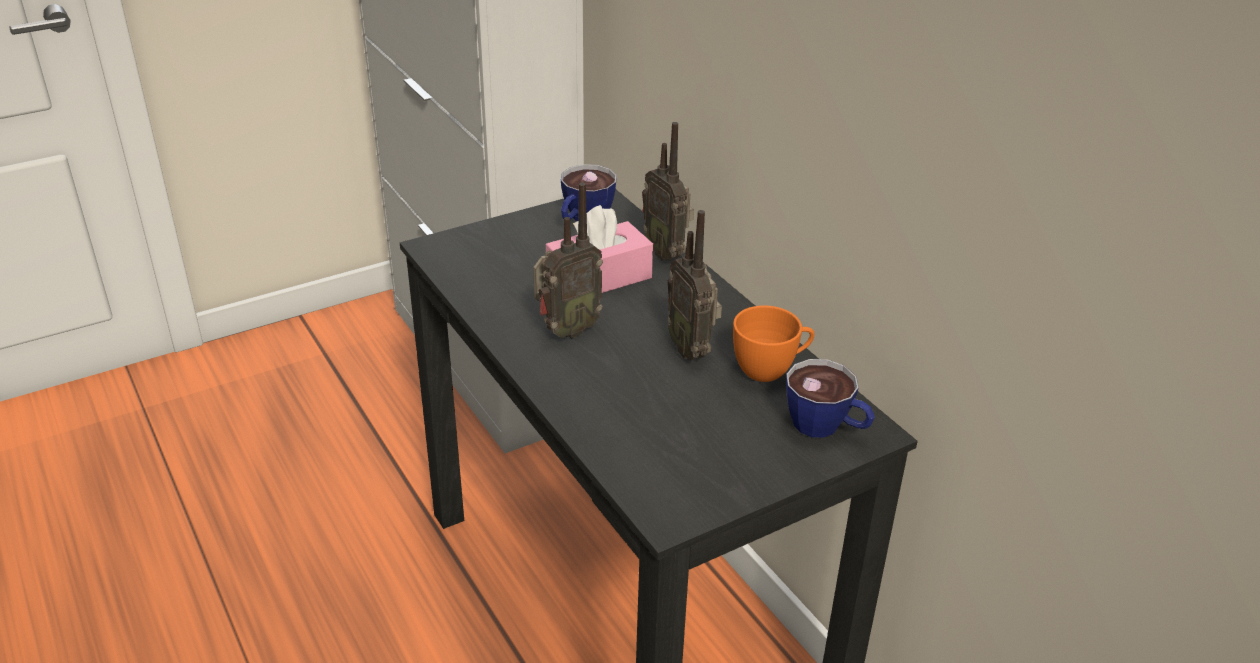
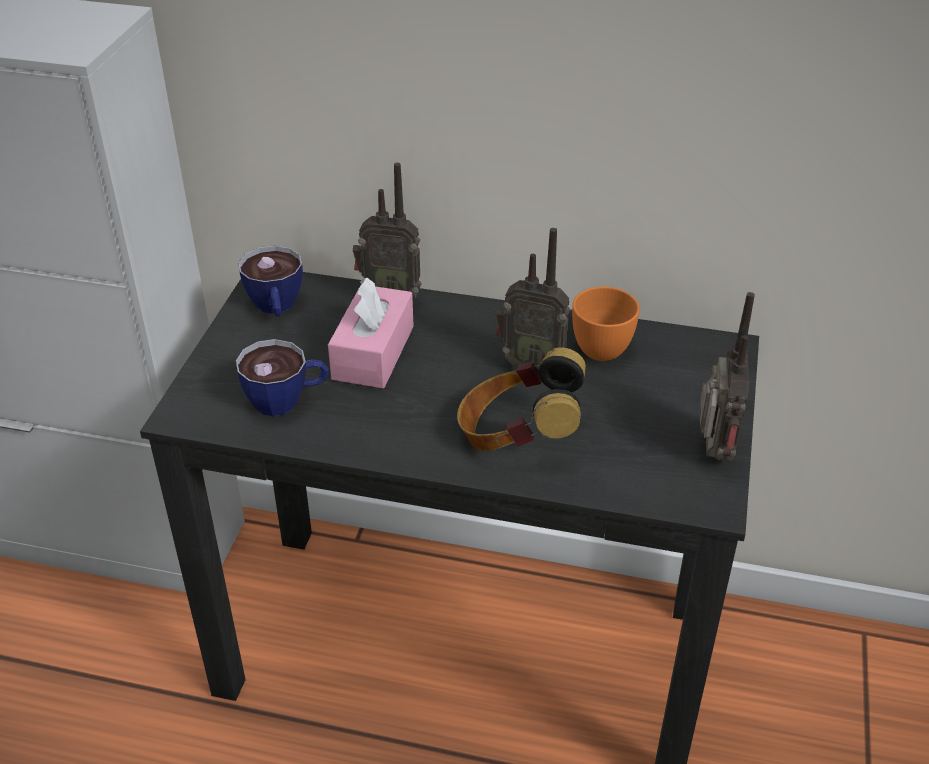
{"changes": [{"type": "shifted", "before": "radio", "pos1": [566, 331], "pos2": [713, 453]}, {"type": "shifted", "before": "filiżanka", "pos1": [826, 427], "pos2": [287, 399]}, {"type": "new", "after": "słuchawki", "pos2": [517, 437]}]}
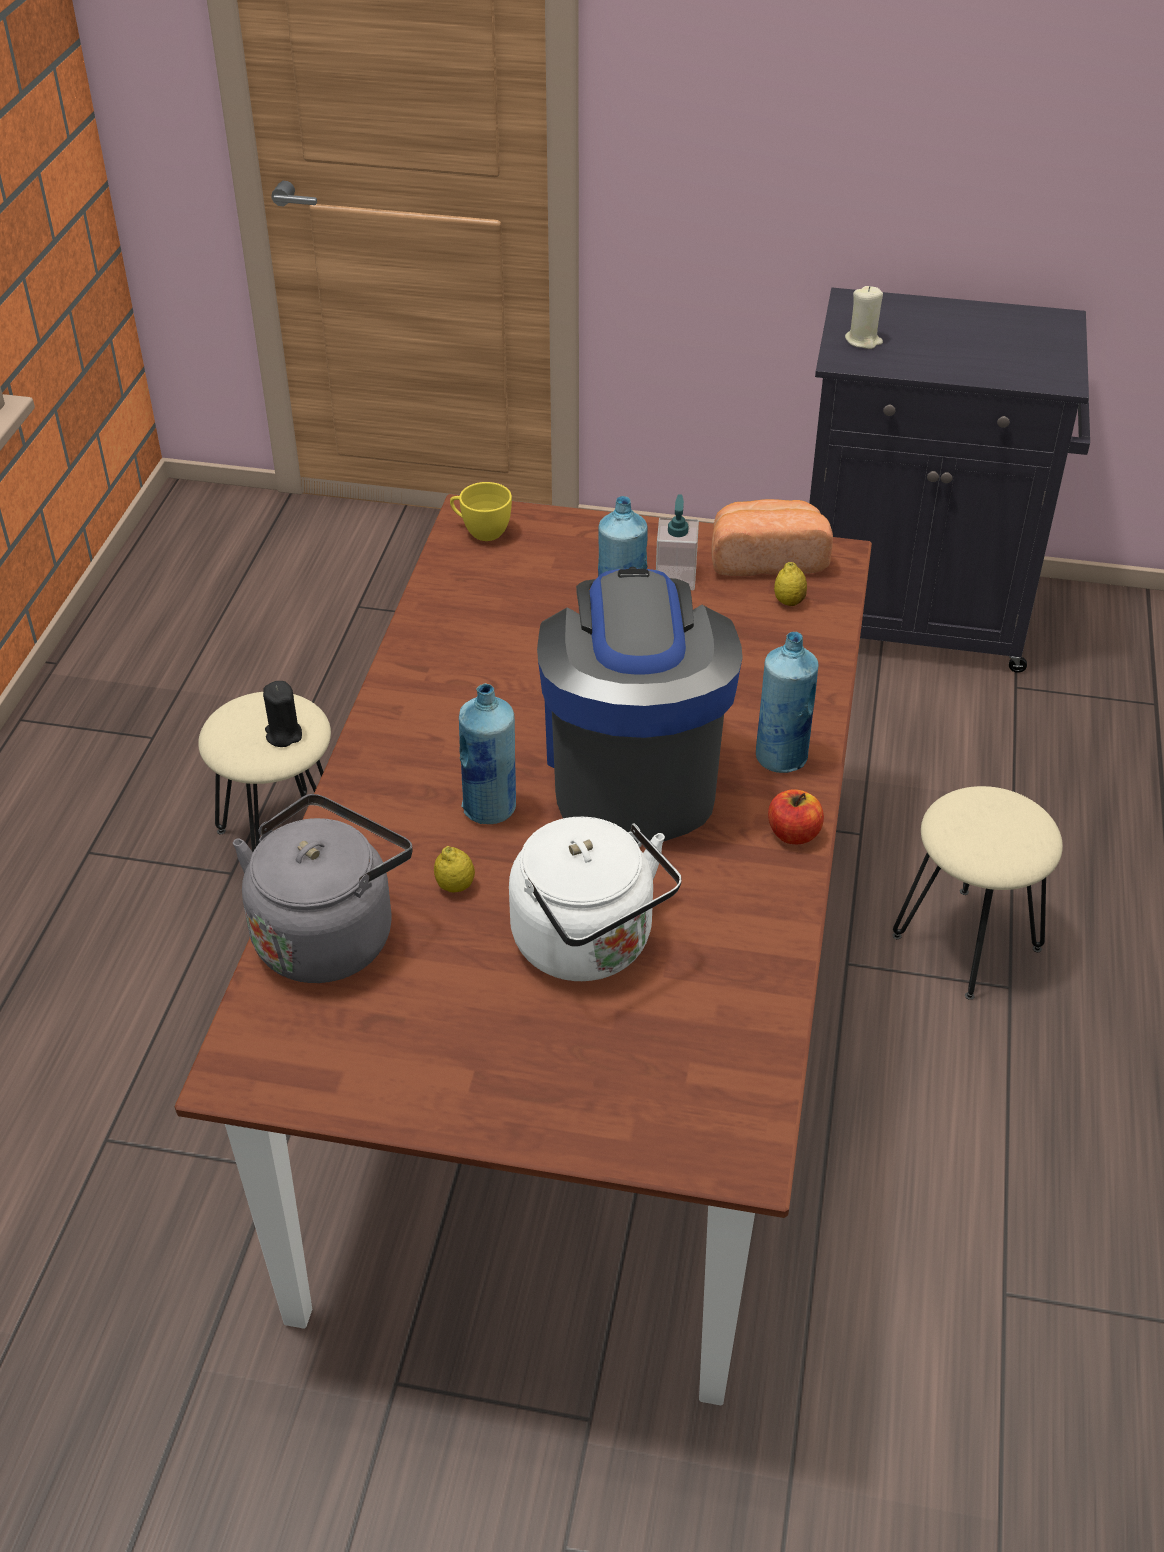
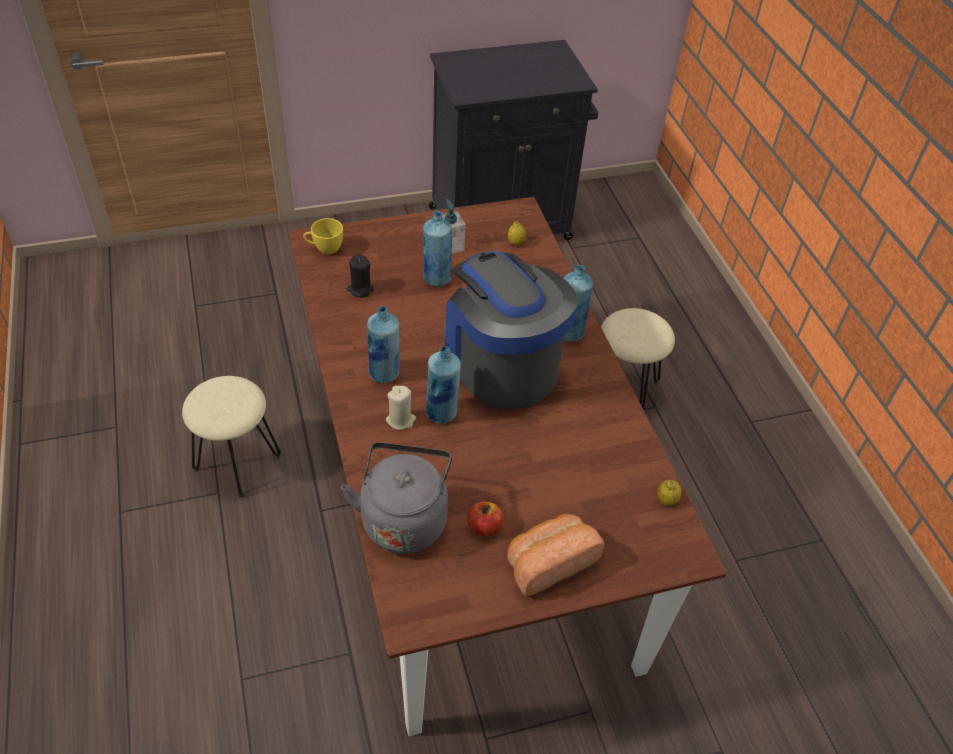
{"changes": [{"type": "shifted", "before": "świeca (beżowy)", "pos1": [863, 341], "pos2": [401, 420]}, {"type": "shifted", "before": "chleb", "pos1": [766, 559], "pos2": [548, 562]}, {"type": "shifted", "before": "świeca (czarny)", "pos1": [283, 735], "pos2": [360, 289]}, {"type": "shifted", "before": "jabłko", "pos1": [793, 834], "pos2": [484, 527]}, {"type": "gone", "before": "czajnik (biały)", "pos1": [589, 945]}, {"type": "shifted", "before": "cytryna", "pos1": [455, 886], "pos2": [666, 500]}, {"type": "new", "after": "butelka (niebieski)", "pos2": [384, 373]}]}
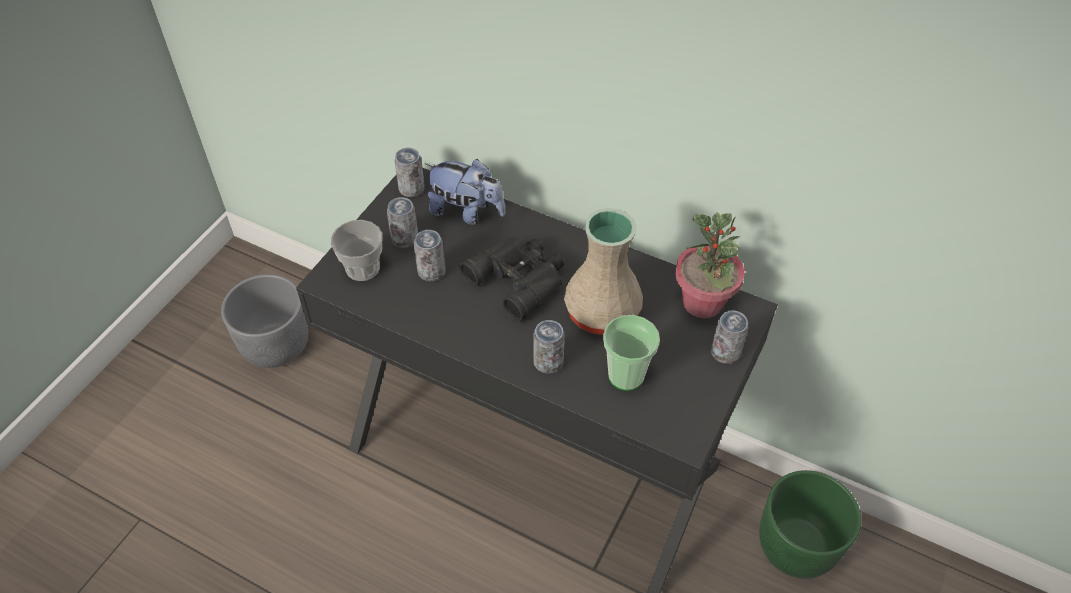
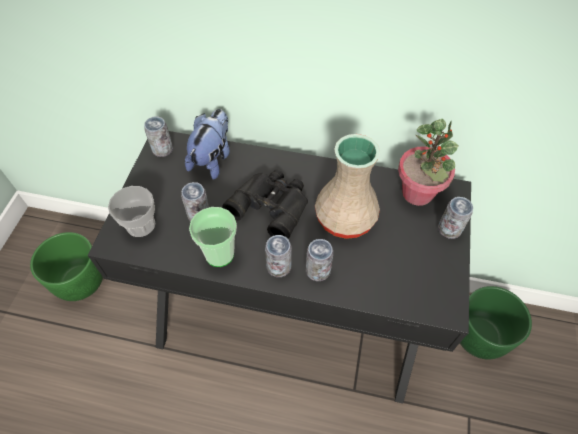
{"changes": [{"type": "rotated", "before": "pluszak", "pos1": [467, 212], "pos2": [212, 159], "turn": -75}, {"type": "shifted", "before": "puszka", "pos1": [405, 239], "pos2": [279, 266]}, {"type": "repainted", "before": "donica (szary)", "after": "donica (zielony)", "pos1": [276, 344], "pos2": [80, 280]}, {"type": "shifted", "before": "filiżanka", "pos1": [626, 375], "pos2": [219, 254]}]}
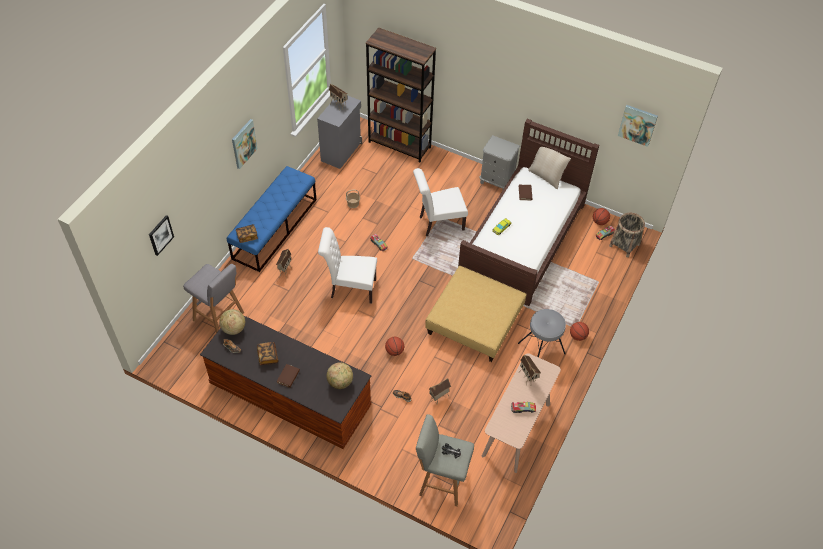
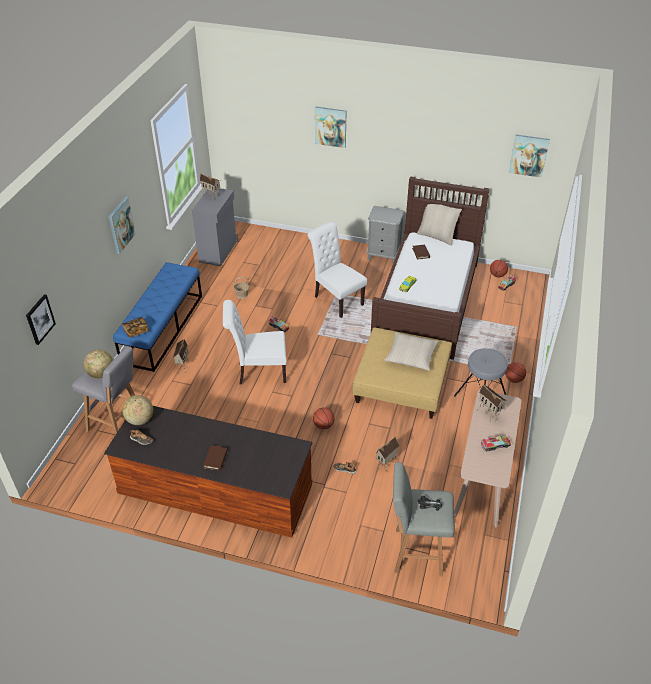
{"changes": [{"type": "gone", "before": "regał (brązowy)", "pos1": [399, 144]}, {"type": "rotated", "before": "krzesło (biały)", "pos1": [438, 223], "pos2": [336, 299], "turn": 75}, {"type": "gone", "before": "koszyk", "pos1": [624, 245]}, {"type": "gone", "before": "książka", "pos1": [268, 356]}, {"type": "shifted", "before": "globus", "pos1": [340, 382], "pos2": [101, 374]}, {"type": "new", "after": "obraz", "pos2": [330, 126]}, {"type": "new", "after": "poduszka (beżowy)", "pos2": [411, 356]}]}
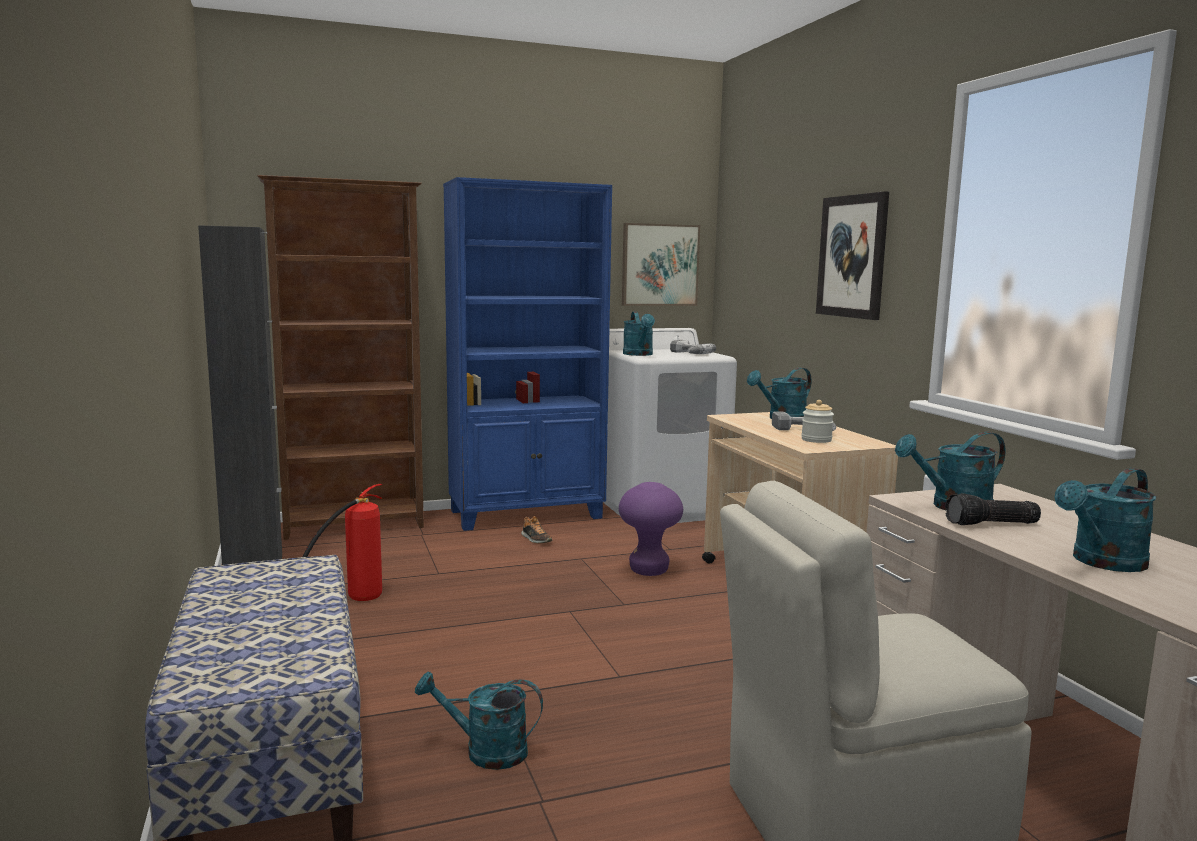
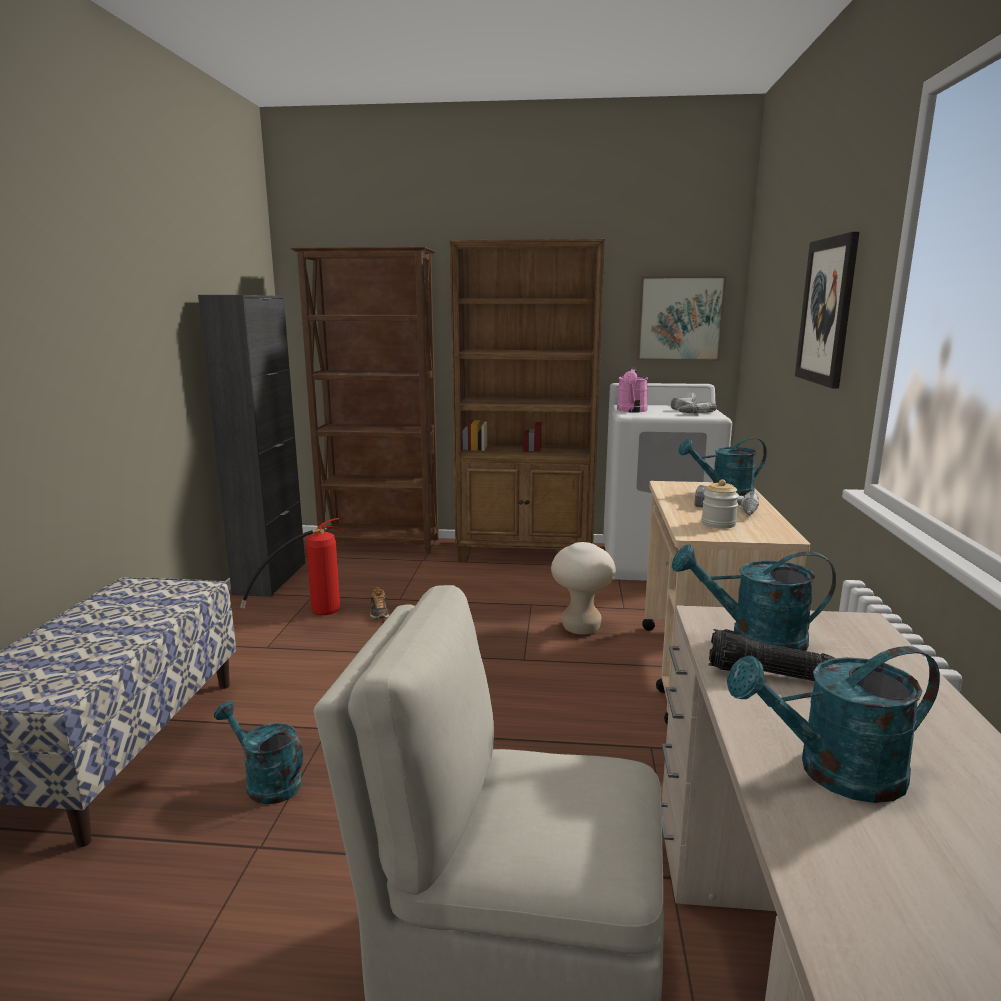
{"changes": [{"type": "repainted", "before": "regał (niebieski)", "after": "regał (brązowy)", "pos1": [527, 514], "pos2": [526, 553]}, {"type": "repainted", "before": "konewka (turkusowy)", "after": "konewka (różowy)", "pos1": [639, 354], "pos2": [631, 411]}, {"type": "repainted", "before": "stołek (fioletowy)", "after": "stołek (beżowy)", "pos1": [649, 571], "pos2": [581, 628]}, {"type": "shifted", "before": "but", "pos1": [535, 539], "pos2": [379, 612]}]}
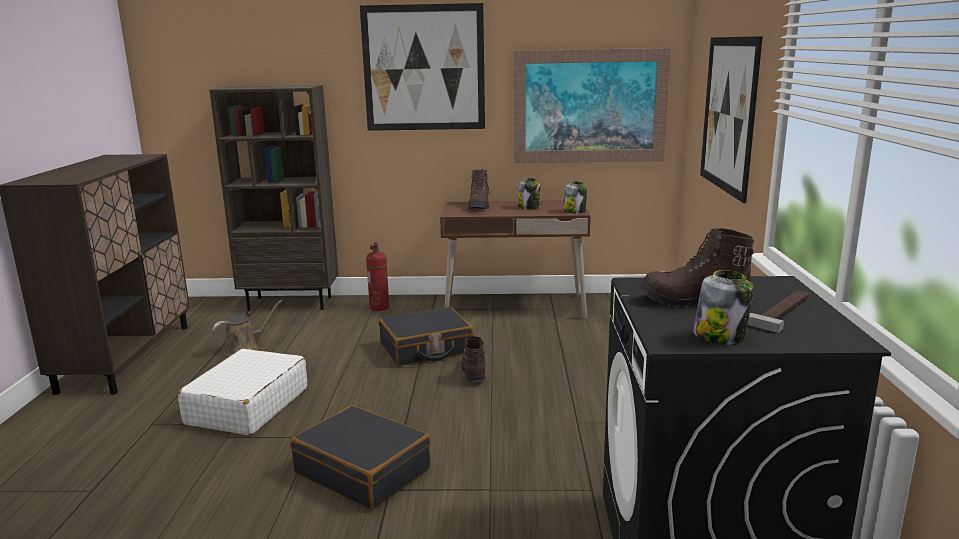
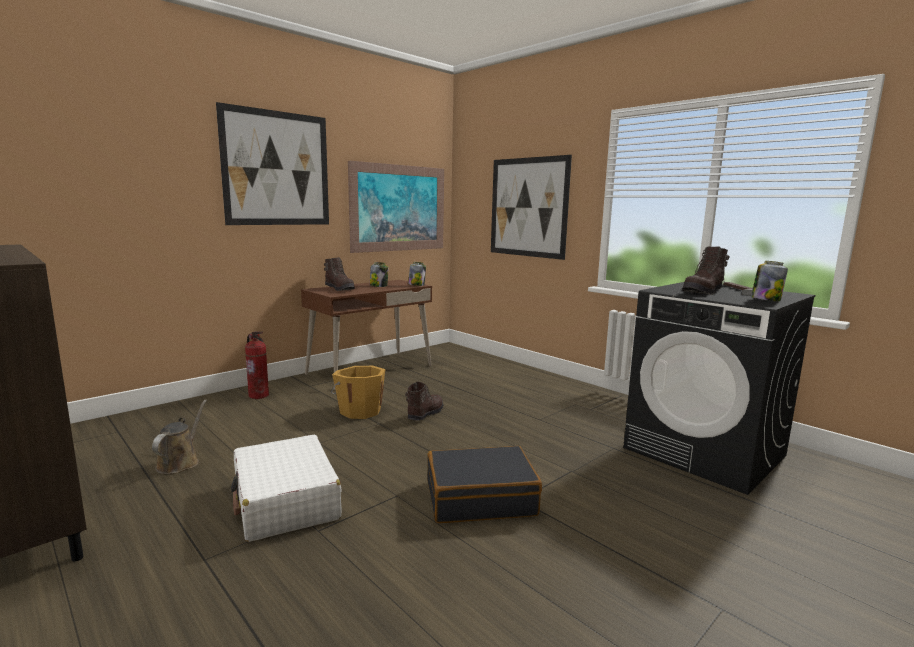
{"changes": [{"type": "gone", "before": "regał (brązowy)", "pos1": [291, 303]}, {"type": "swapped", "before": "walizka (czarny)", "after": "wiadro (pomarańczowy)", "pos1": [426, 349], "pos2": [360, 411]}, {"type": "rotated", "before": "but z cholewką (brązowy)", "pos1": [473, 372], "pos2": [424, 414], "turn": 75}]}
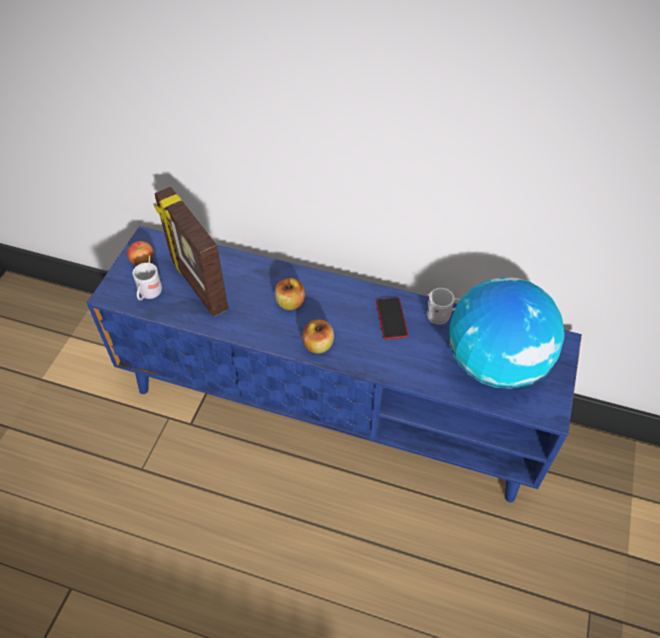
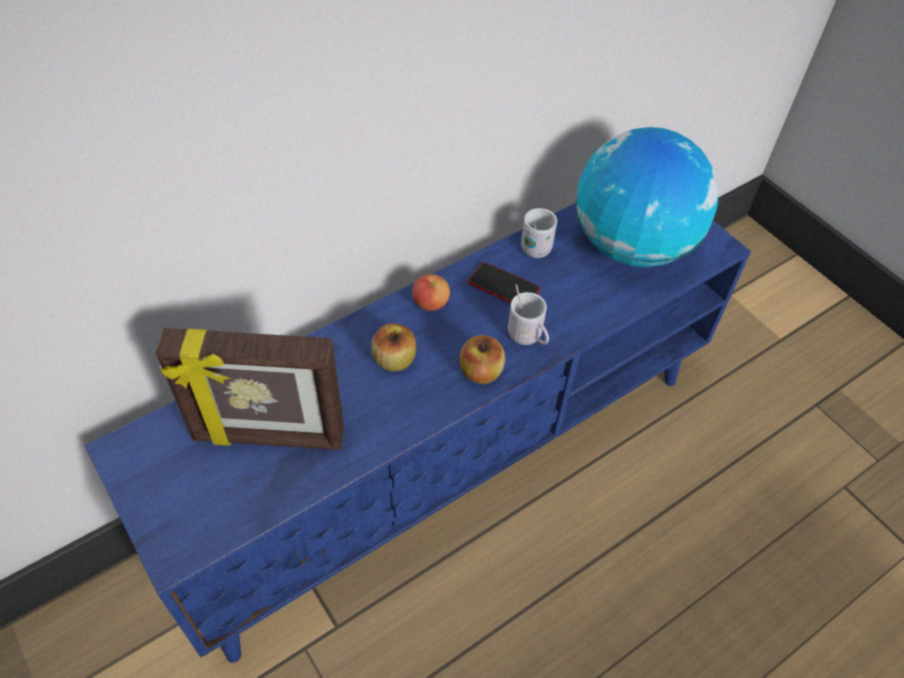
{"changes": [{"type": "shifted", "before": "jabłko", "pos1": [142, 261], "pos2": [430, 303]}, {"type": "shifted", "before": "kubek (biały)", "pos1": [149, 294], "pos2": [527, 338]}]}
